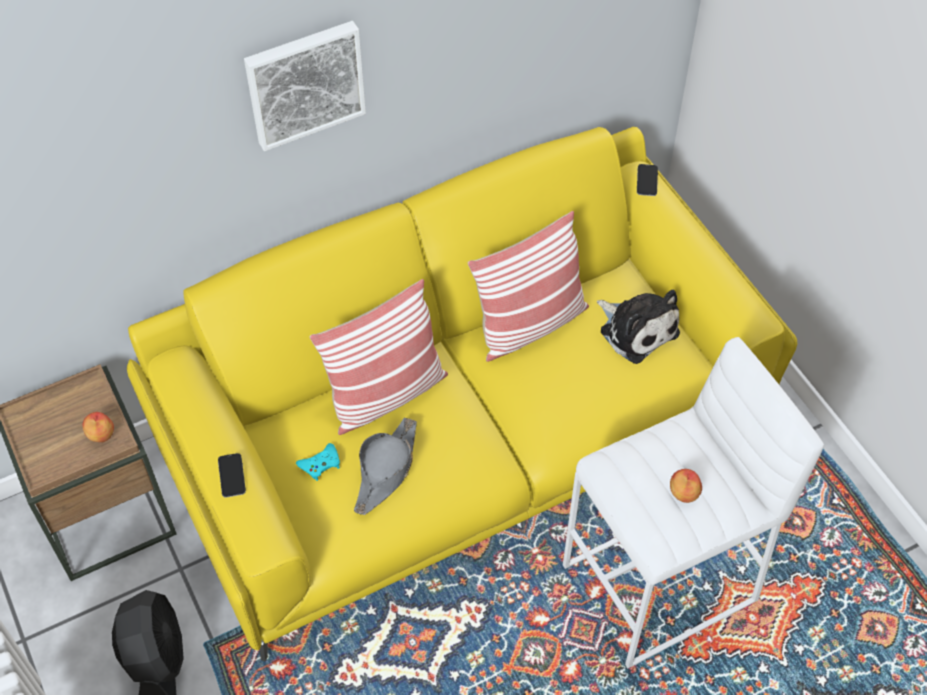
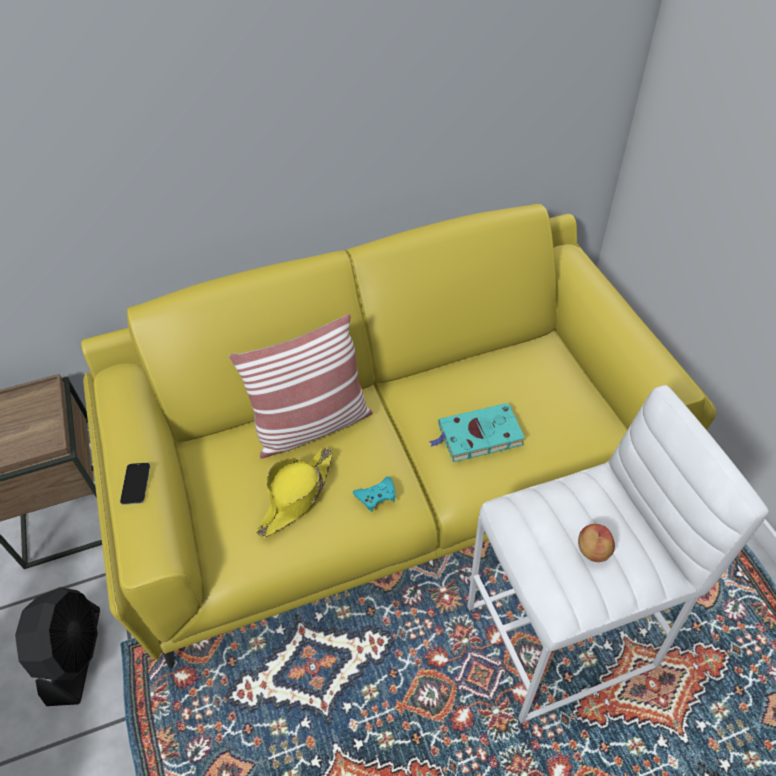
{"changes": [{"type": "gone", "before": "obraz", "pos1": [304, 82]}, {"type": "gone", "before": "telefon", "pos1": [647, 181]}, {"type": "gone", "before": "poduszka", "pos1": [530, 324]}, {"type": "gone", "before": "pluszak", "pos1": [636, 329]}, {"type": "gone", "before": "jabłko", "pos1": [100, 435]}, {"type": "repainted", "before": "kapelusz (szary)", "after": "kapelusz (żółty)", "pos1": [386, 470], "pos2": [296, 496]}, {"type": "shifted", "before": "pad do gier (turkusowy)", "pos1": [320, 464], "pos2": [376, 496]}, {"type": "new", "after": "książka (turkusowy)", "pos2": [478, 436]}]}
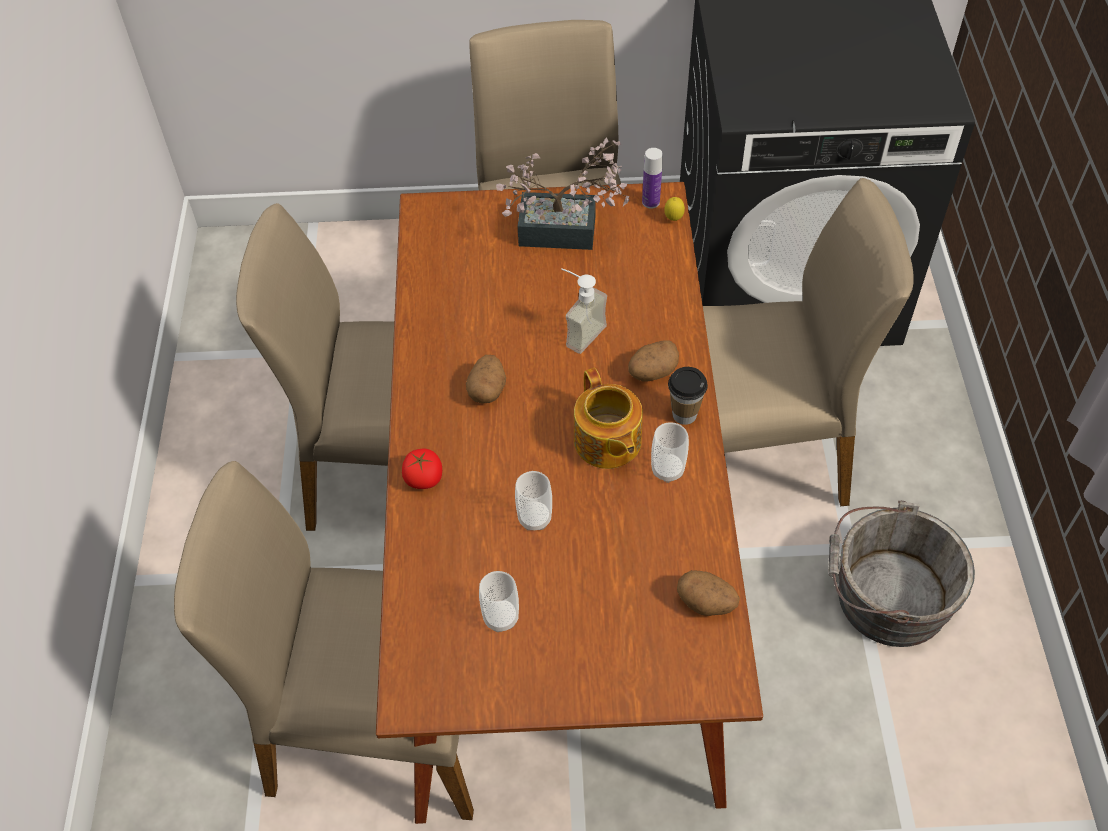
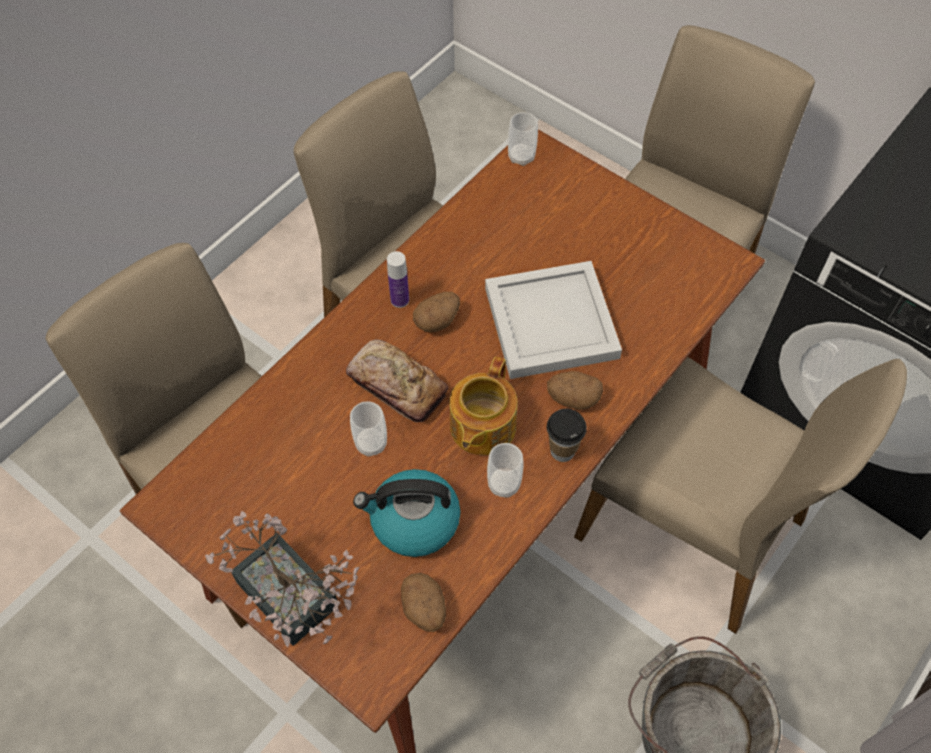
{"changes": [{"type": "shifted", "before": "roślina doniczkowa", "pos1": [567, 232], "pos2": [294, 604]}, {"type": "shifted", "before": "butelka", "pos1": [650, 202], "pos2": [400, 300]}, {"type": "gone", "before": "cytryna", "pos1": [673, 219]}, {"type": "swapped", "before": "dozownik mydła", "after": "taca (biały)", "pos1": [578, 332], "pos2": [549, 324]}, {"type": "gone", "before": "pomidor", "pos1": [424, 478]}, {"type": "shifted", "before": "filiżanka", "pos1": [501, 617], "pos2": [521, 157]}, {"type": "new", "after": "chleb", "pos2": [397, 386]}, {"type": "new", "after": "czajnik", "pos2": [413, 521]}]}
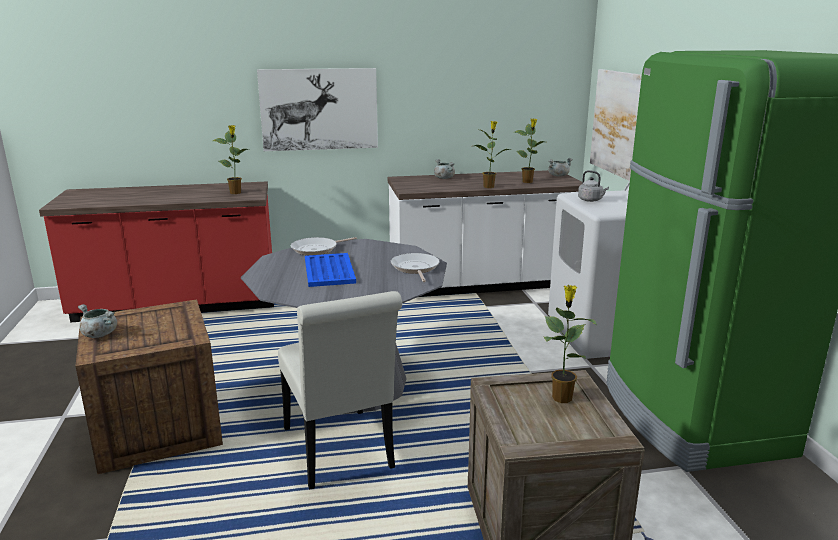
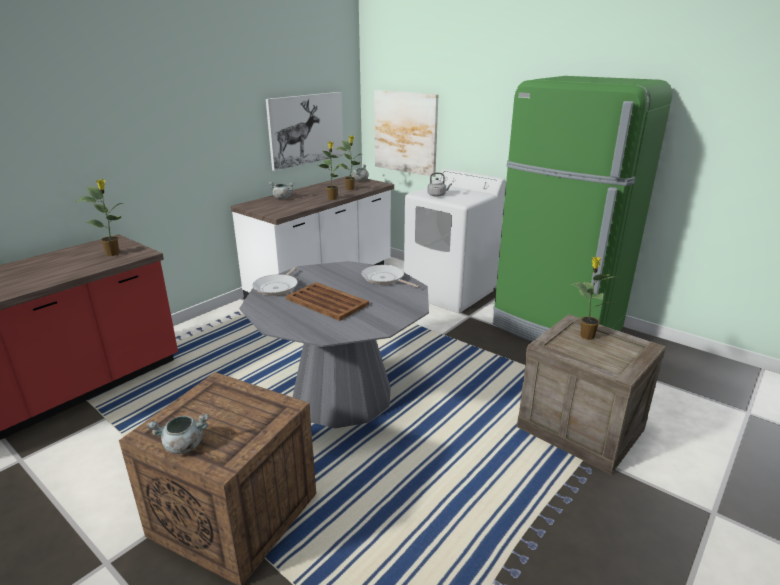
{"changes": [{"type": "shifted", "before": "obraz", "pos1": [319, 109], "pos2": [306, 129]}, {"type": "repainted", "before": "taca (niebieski)", "after": "taca (brązowy)", "pos1": [329, 270], "pos2": [326, 301]}, {"type": "gone", "before": "krzesło (biały)", "pos1": [340, 453]}]}
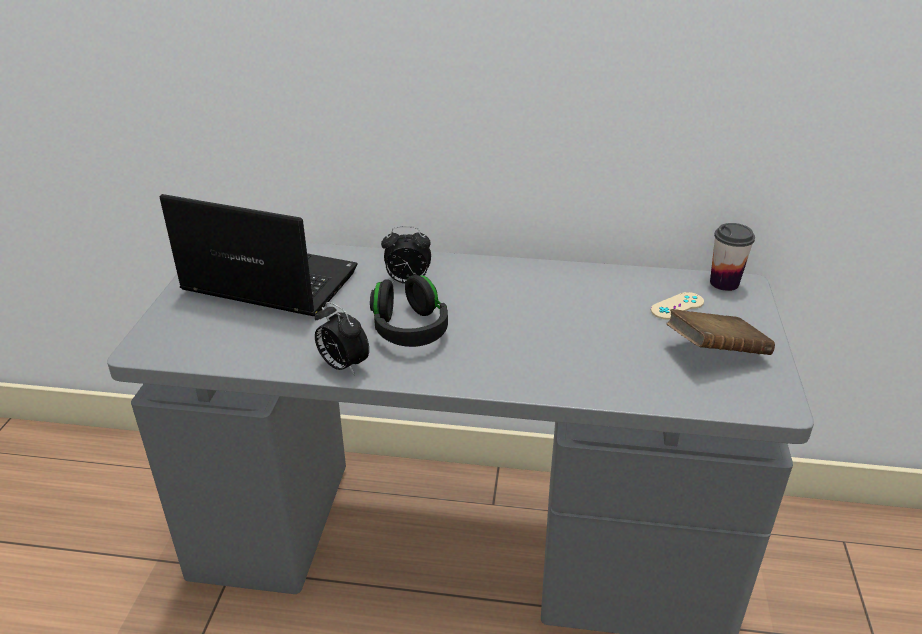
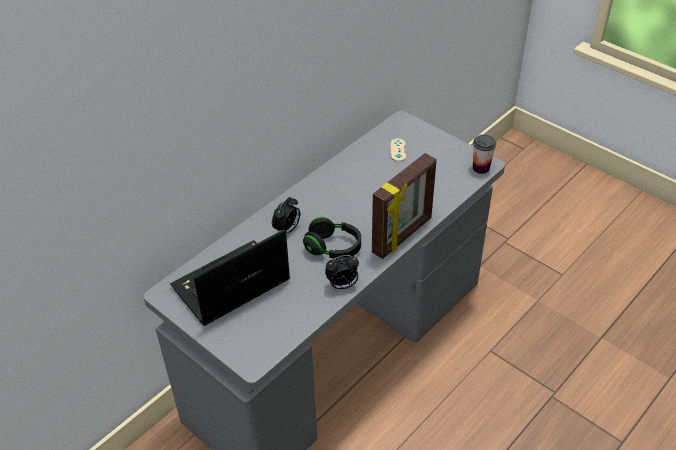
{"changes": [{"type": "shifted", "before": "filiżanka", "pos1": [724, 283], "pos2": [481, 168]}, {"type": "gone", "before": "książka (brązowy)", "pos1": [715, 352]}, {"type": "new", "after": "ramka na zdjęcie", "pos2": [403, 236]}]}
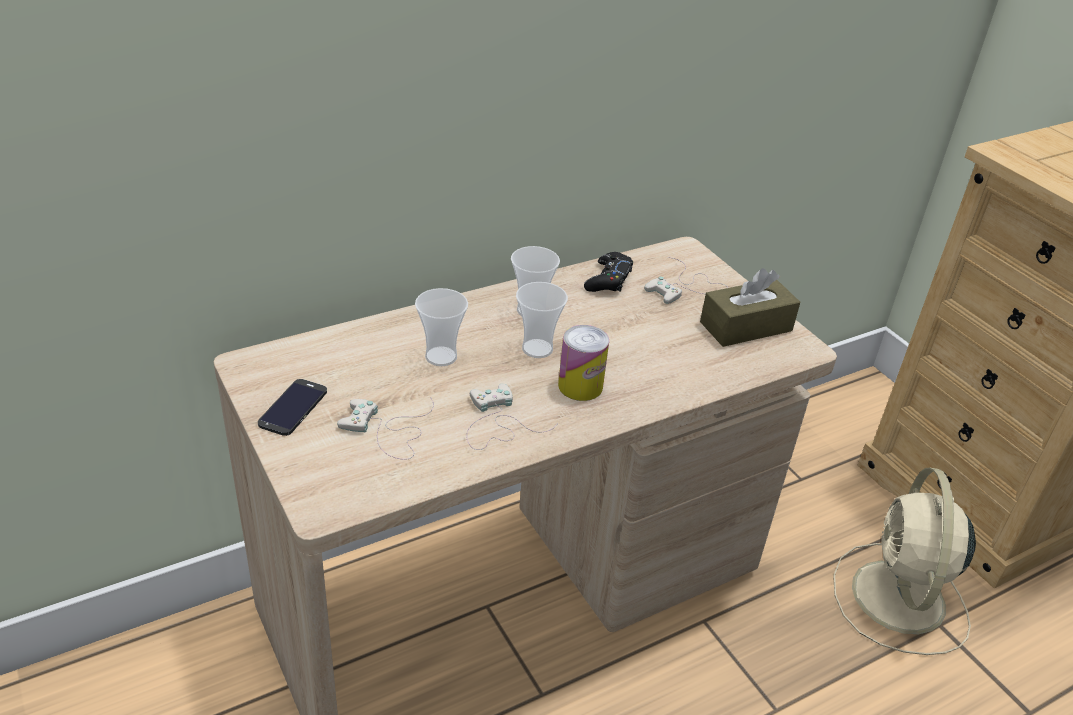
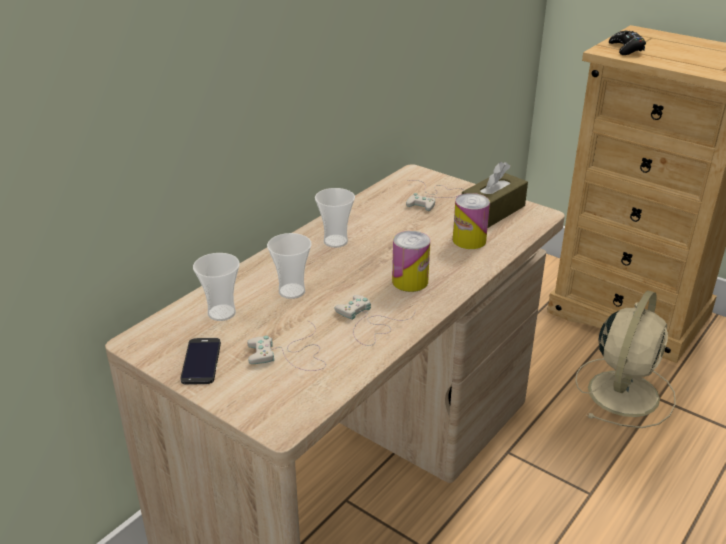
{"changes": [{"type": "shifted", "before": "pad do gier (czarny)", "pos1": [608, 280], "pos2": [626, 49]}, {"type": "shifted", "before": "filiżanka", "pos1": [537, 349], "pos2": [221, 313]}, {"type": "rotated", "before": "wentylator (beżowy)", "pos1": [898, 600], "pos2": [624, 391], "turn": -135}, {"type": "new", "after": "puszka", "pos2": [469, 240]}]}
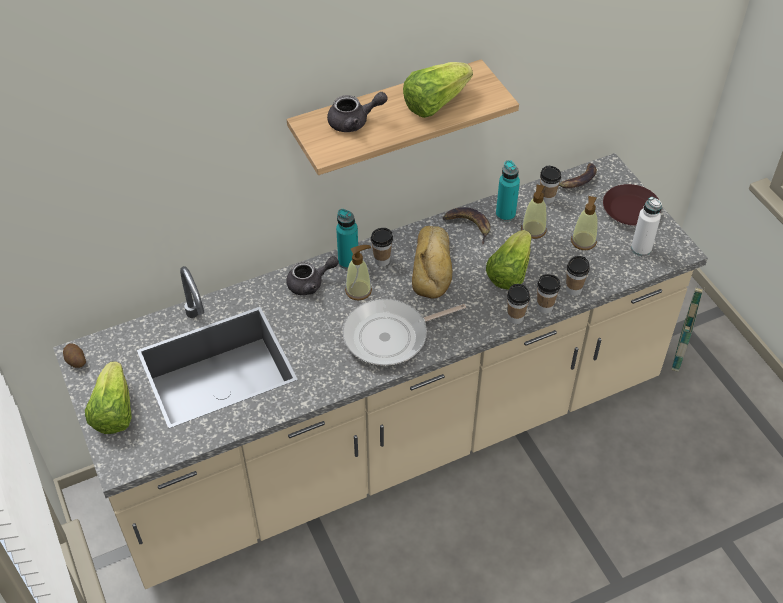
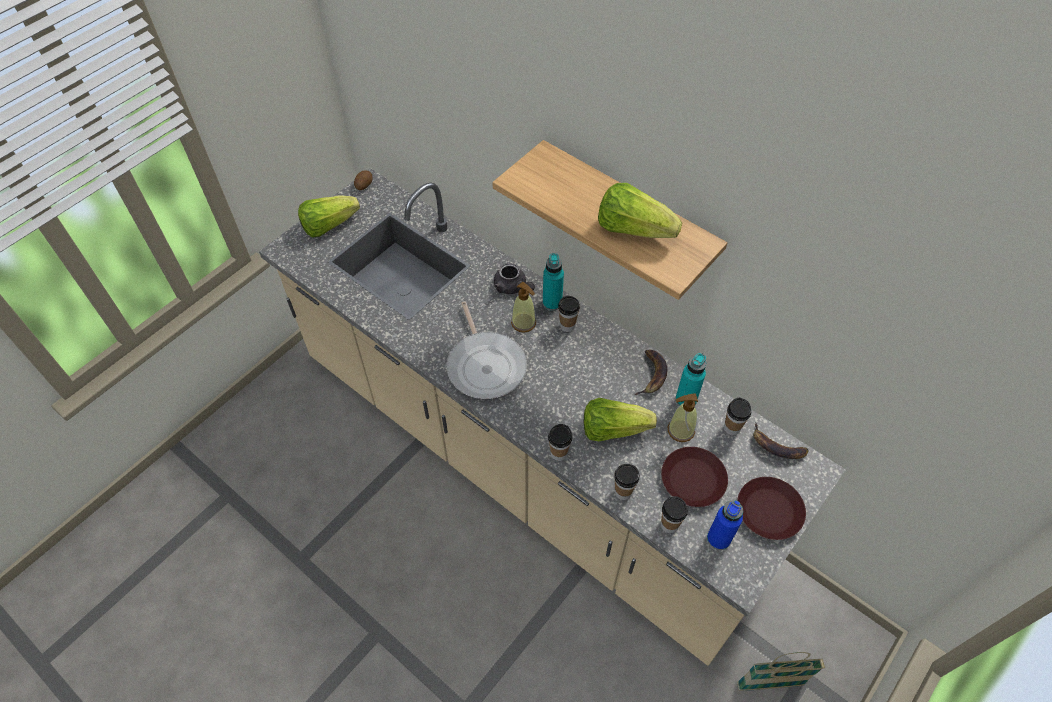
{"changes": [{"type": "gone", "before": "imbryk (szary)", "pos1": [354, 122]}, {"type": "swapped", "before": "dozownik mydła", "after": "talerz (brązowy)", "pos1": [583, 241], "pos2": [693, 480]}, {"type": "repainted", "before": "butelka (biały)", "after": "butelka (niebieski)", "pos1": [641, 248], "pos2": [718, 539]}, {"type": "gone", "before": "chleb", "pos1": [433, 266]}, {"type": "shifted", "before": "filiżanka", "pos1": [544, 307], "pos2": [669, 525]}, {"type": "rotated", "before": "patelnia", "pos1": [391, 336], "pos2": [485, 365], "turn": -150}]}
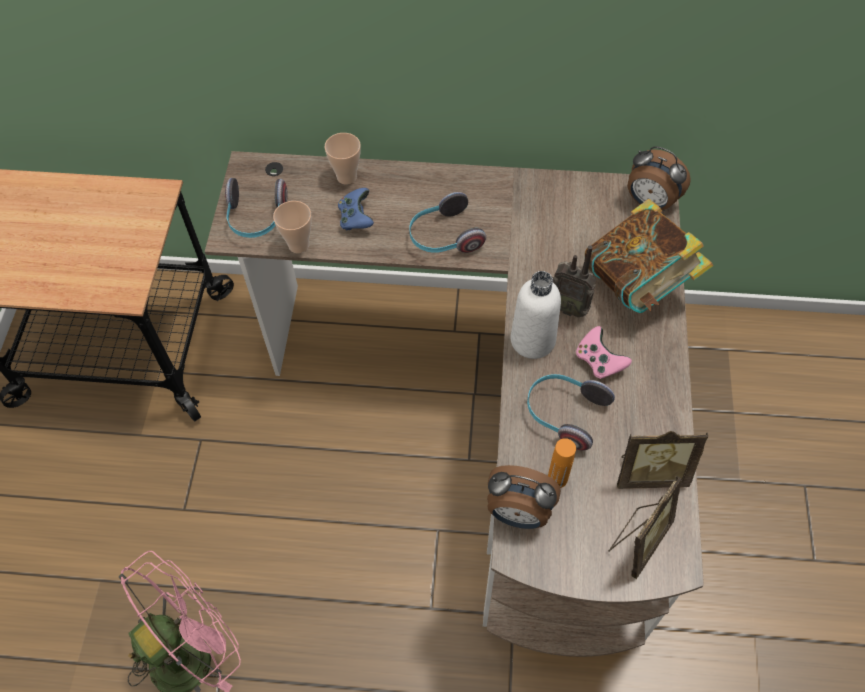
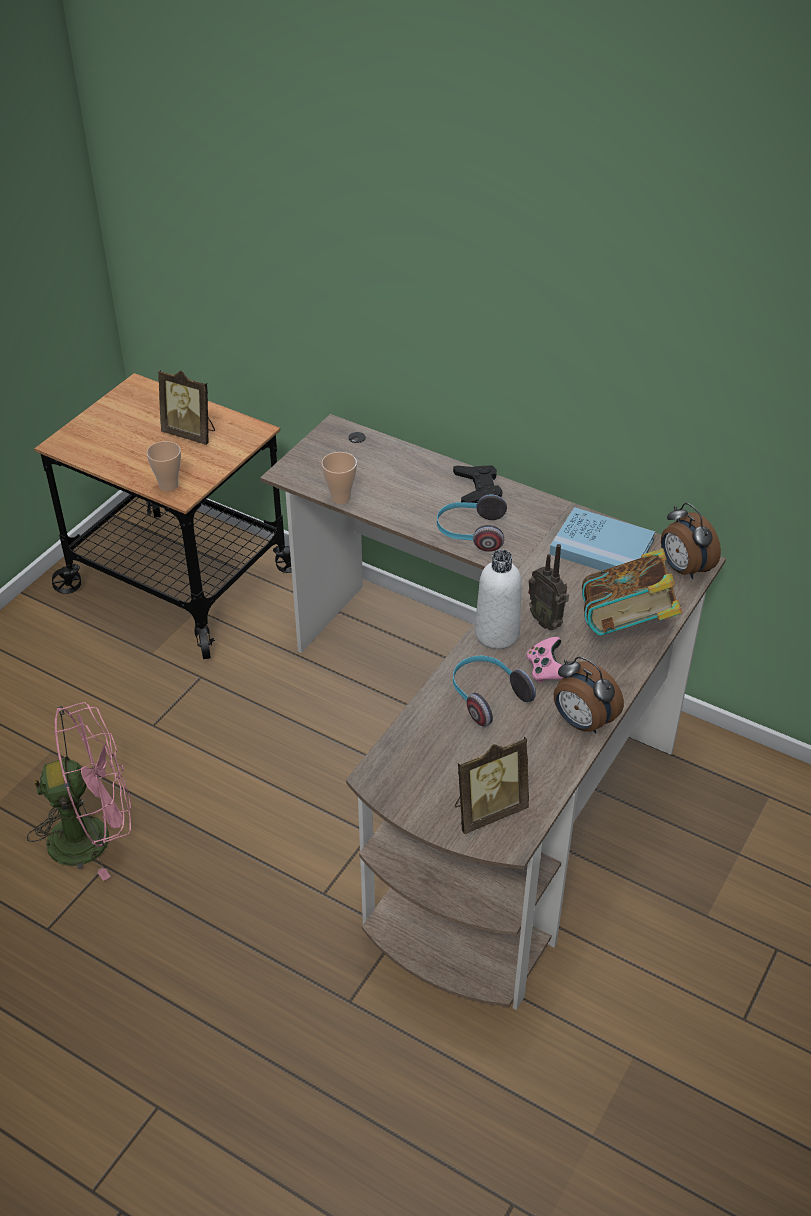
{"changes": [{"type": "shifted", "before": "filiżanka", "pos1": [346, 177], "pos2": [168, 485]}, {"type": "gone", "before": "słuchawki", "pos1": [256, 218]}, {"type": "gone", "before": "pad do gier (niebieski)", "pos1": [356, 218]}, {"type": "shifted", "before": "ramka na zdjęcie", "pos1": [650, 473], "pos2": [191, 433]}, {"type": "gone", "before": "butelka (pomarańczowy)", "pos1": [557, 478]}, {"type": "shifted", "before": "budzik", "pos1": [518, 513], "pos2": [582, 722]}, {"type": "new", "after": "pad do gier (czarny)", "pos2": [478, 490]}, {"type": "new", "after": "książka (niebieski)", "pos2": [601, 547]}]}
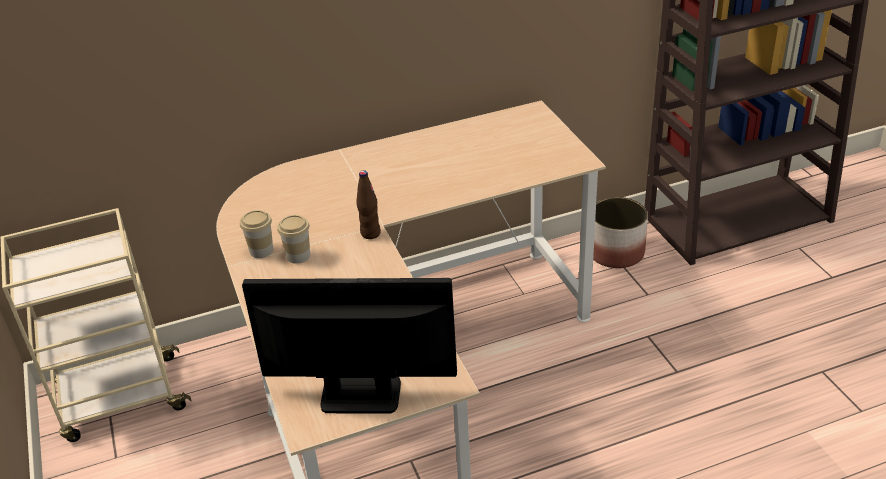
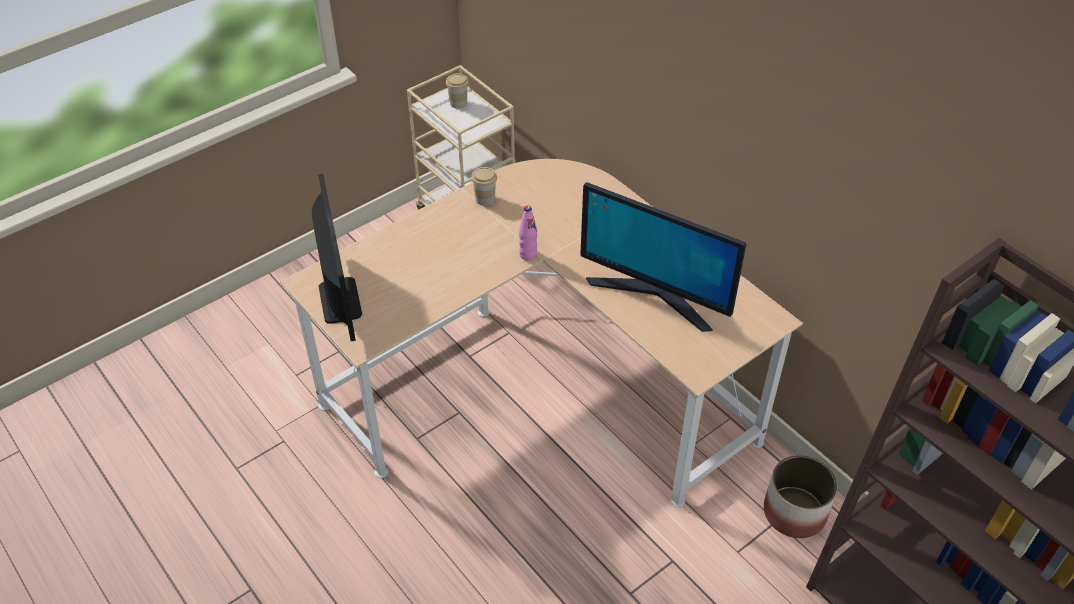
{"changes": [{"type": "repainted", "before": "butelka (brązowy)", "after": "butelka (różowy)", "pos1": [370, 233], "pos2": [528, 254]}, {"type": "shifted", "before": "filiżanka", "pos1": [298, 256], "pos2": [458, 103]}, {"type": "new", "after": "monitor", "pos2": [655, 295]}]}
